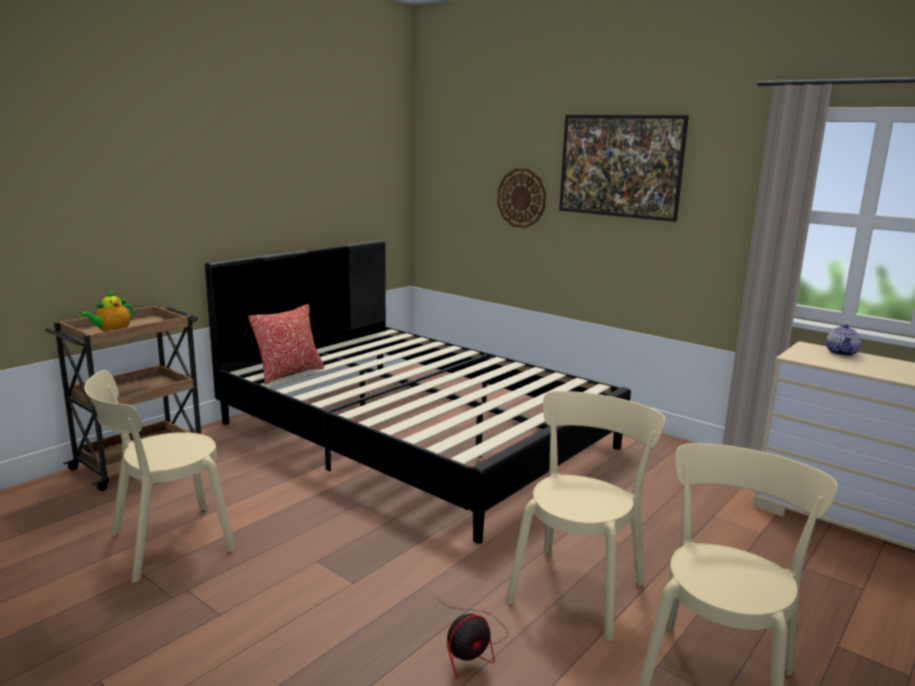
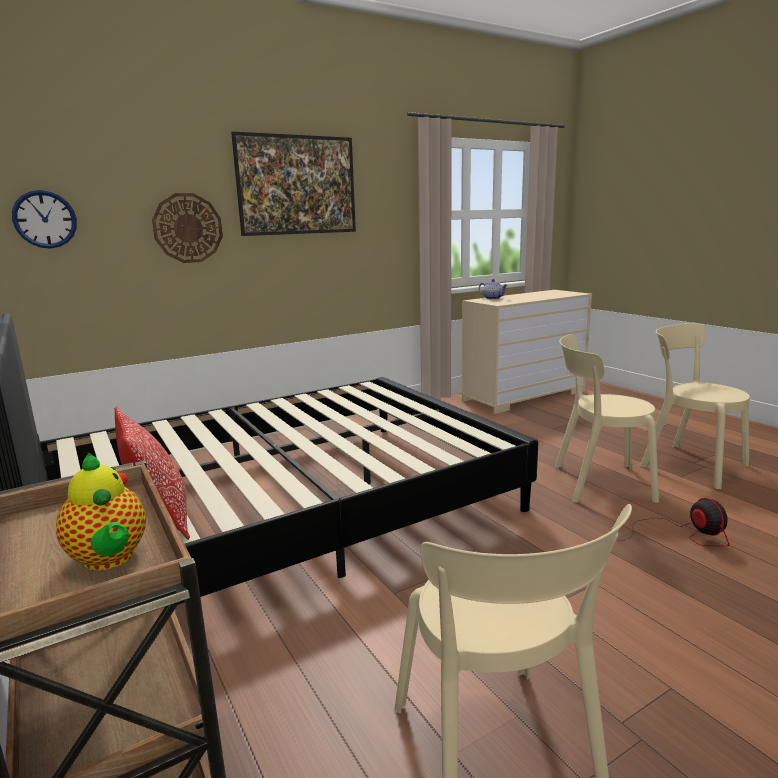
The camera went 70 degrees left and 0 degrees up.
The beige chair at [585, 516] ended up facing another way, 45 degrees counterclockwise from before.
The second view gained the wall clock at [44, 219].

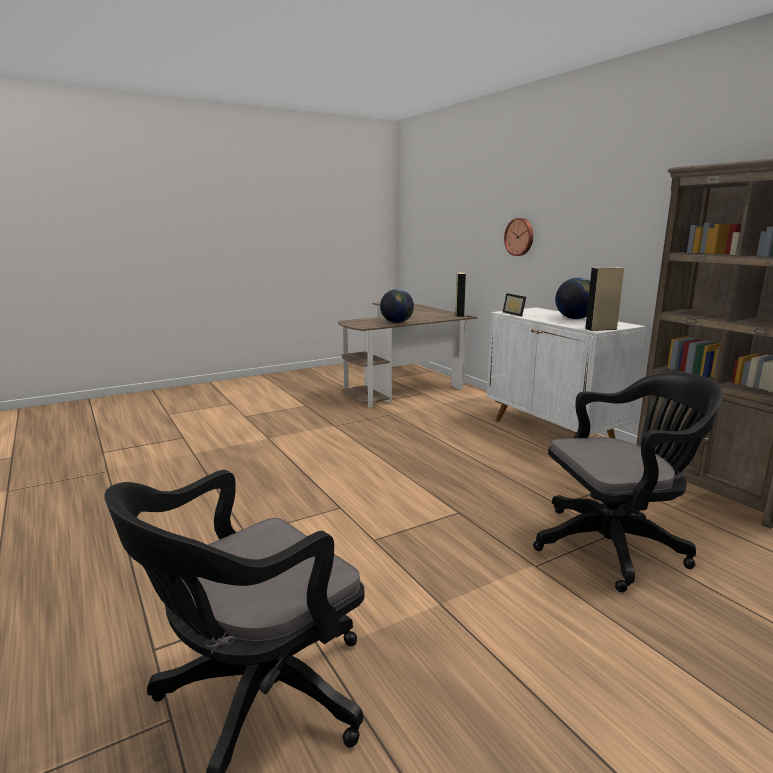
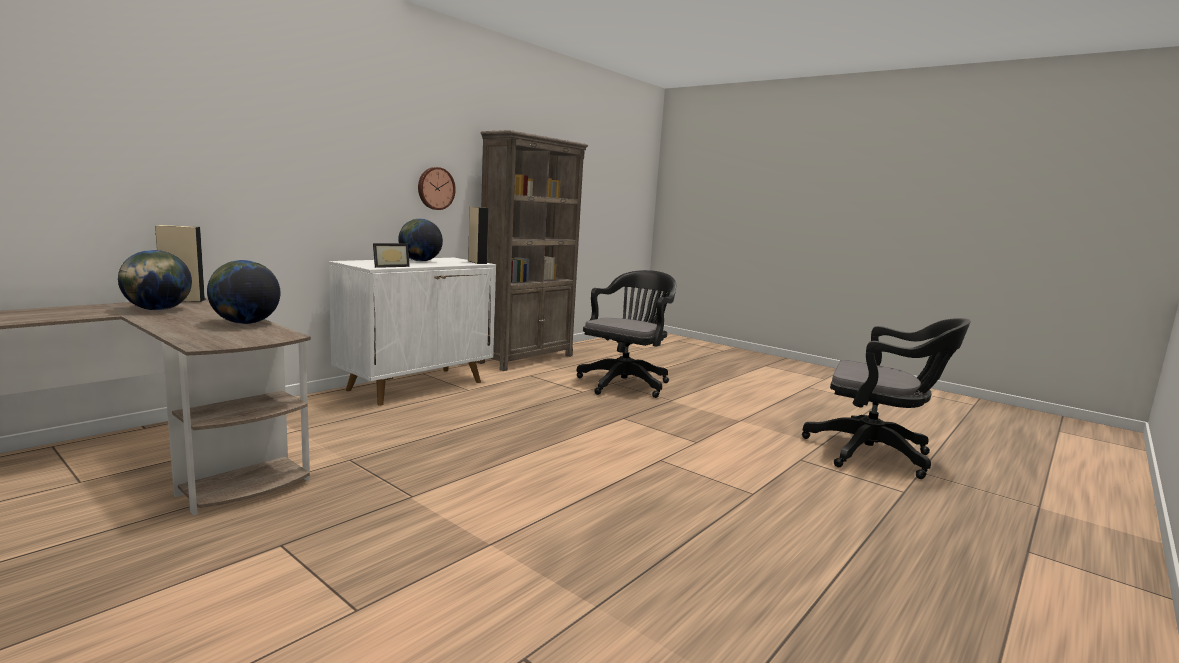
The camera went 110 degrees left and 5 degrees down.
The wall clock ended up elsewhere, having gone from [518, 237] to [437, 188].
The black office chair at [628, 482] ended up facing another way, 60 degrees clockwise from before.
The second view gained the globe at [155, 280].

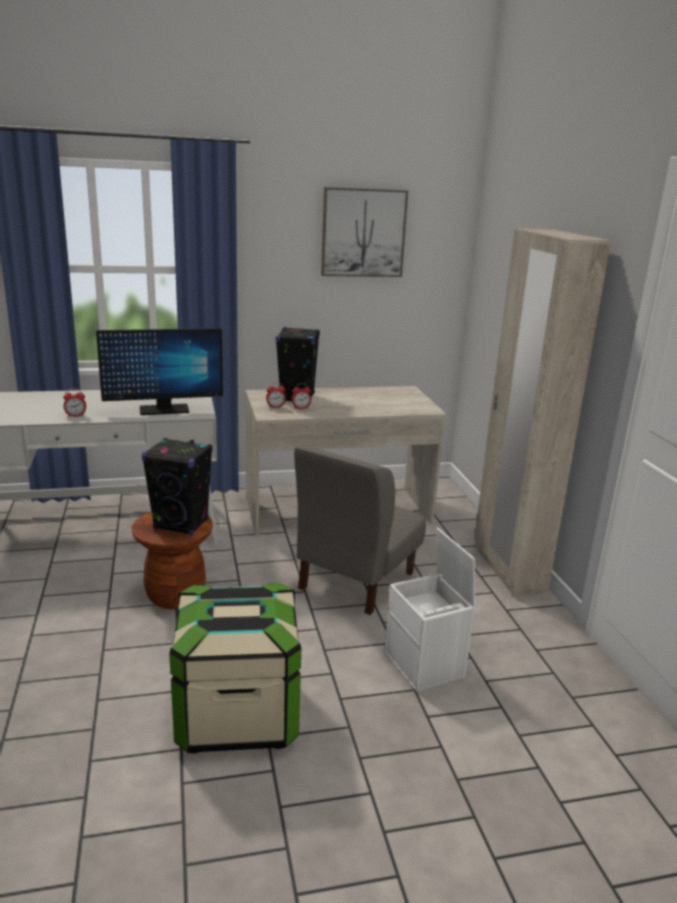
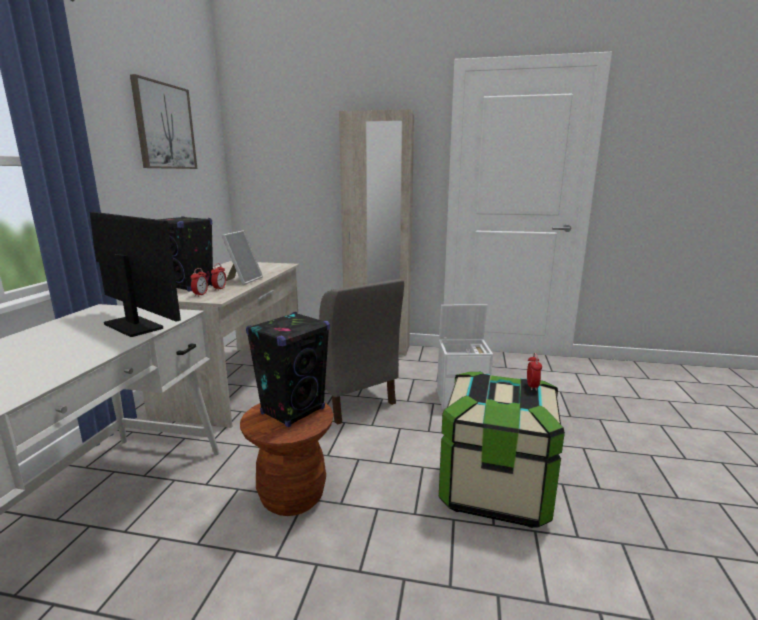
The camera went 65 degrees left and 5 degrees down.
The monitor at [159, 371] ended up facing another way, 60 degrees counterclockwise from before.
The alarm clock ended up elsewhere, having gone from [74, 403] to [534, 372].
The second view gained the picture frame at [242, 257].

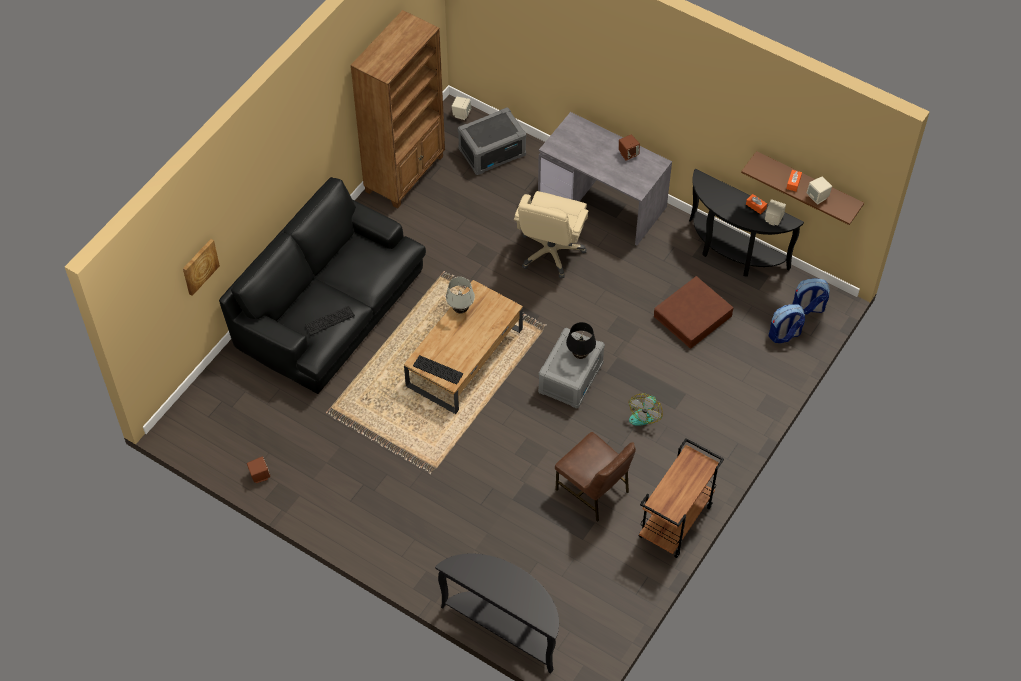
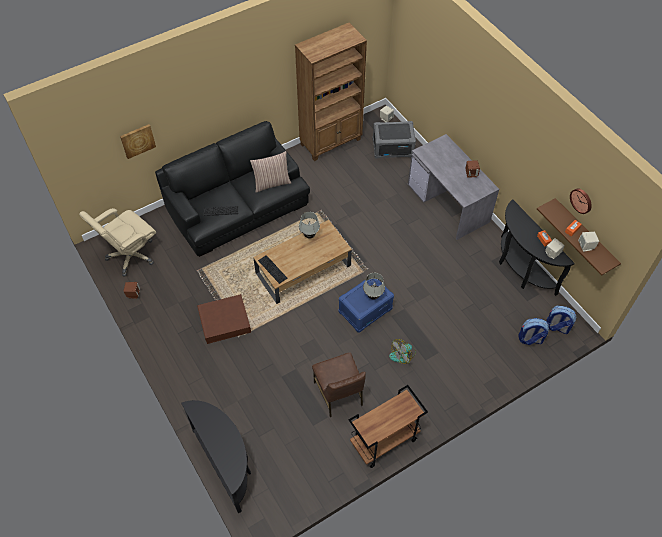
The camera went 25 degrees right and 0 degrees up.
The beige office chair ended up elsewhere, having gone from [551, 235] to [117, 242].
The brown storage box ended up elsewhere, having gone from [694, 312] to [224, 319].
What was the black table lamp at [581, 340] turned into the white table lamp at [374, 286].
What was the grey storage box at [571, 368] turned into the blue storage box at [366, 306].
The second view gained the pillow at [270, 172].
The second view gained the wall clock at [581, 201].

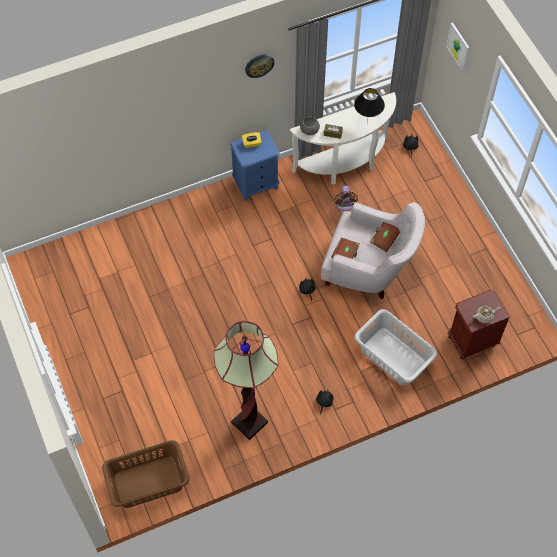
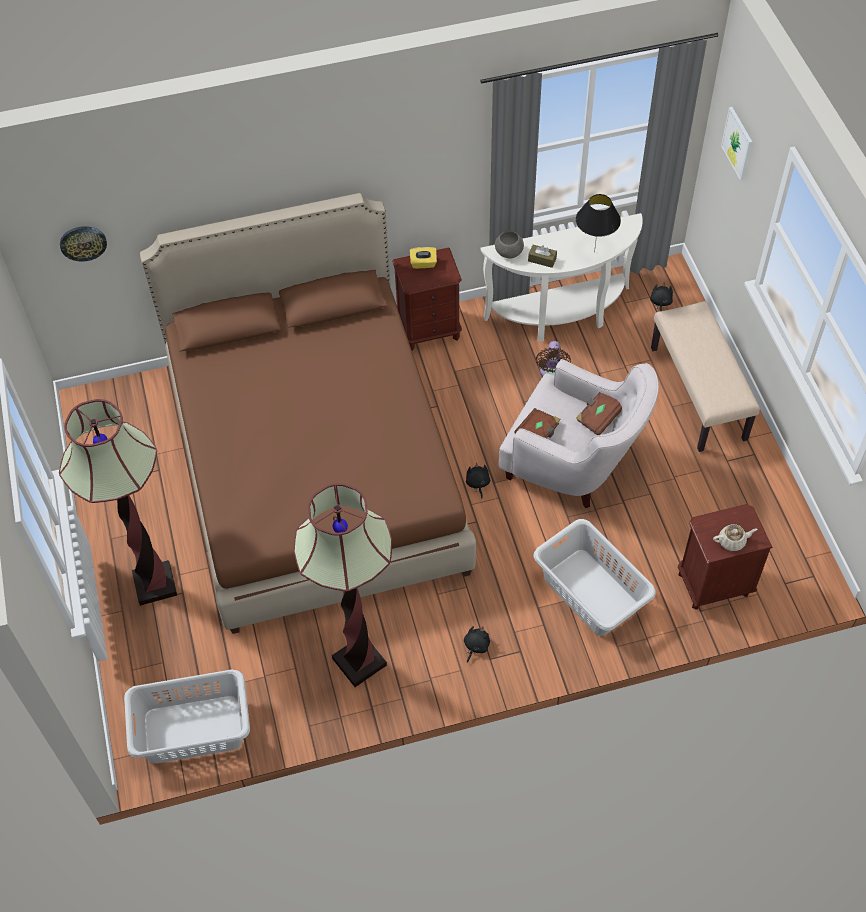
The camera went 10 degrees right and 5 degrees down.
The wall clock ended up elsewhere, having gone from [260, 66] to [83, 244].
What was the blue nightstand at [255, 165] turned into the brown nightstand at [427, 299].
What was the brown laundry basket at [146, 474] turned into the grey laundry basket at [187, 716].
The second view gained the brown bed at [308, 413].
The second view gained the beige bench at [705, 376].
The second view gained the floor lamp at [118, 502].

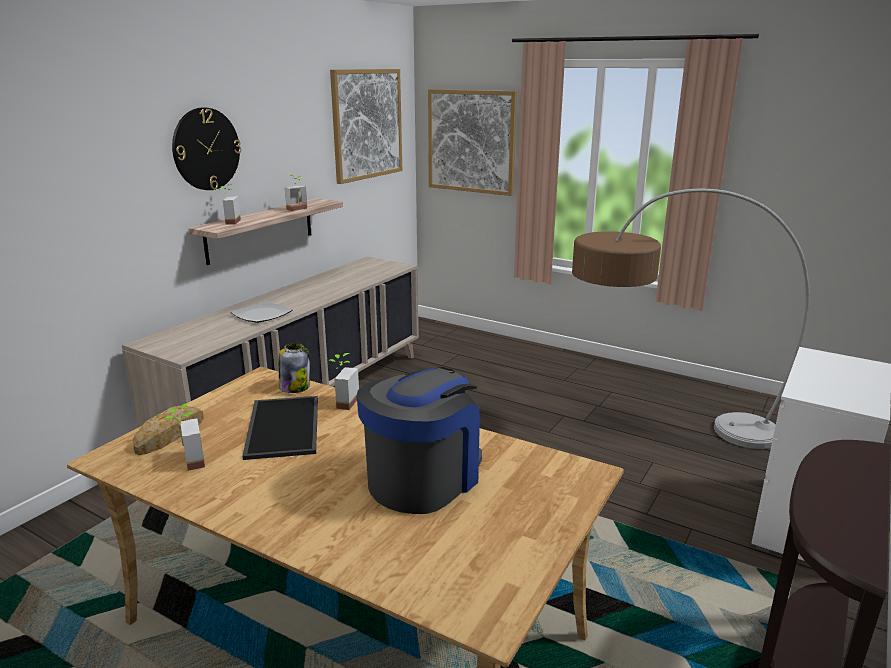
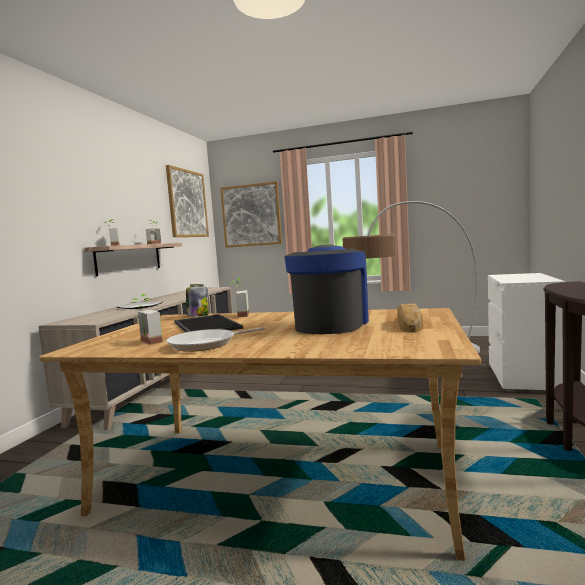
The camera went 15 degrees left and 15 degrees down.
The second view lost the wall clock at [206, 149].
The bread ended up elsewhere, having gone from [168, 430] to [410, 318].
The second view gained the frying pan at [215, 339].

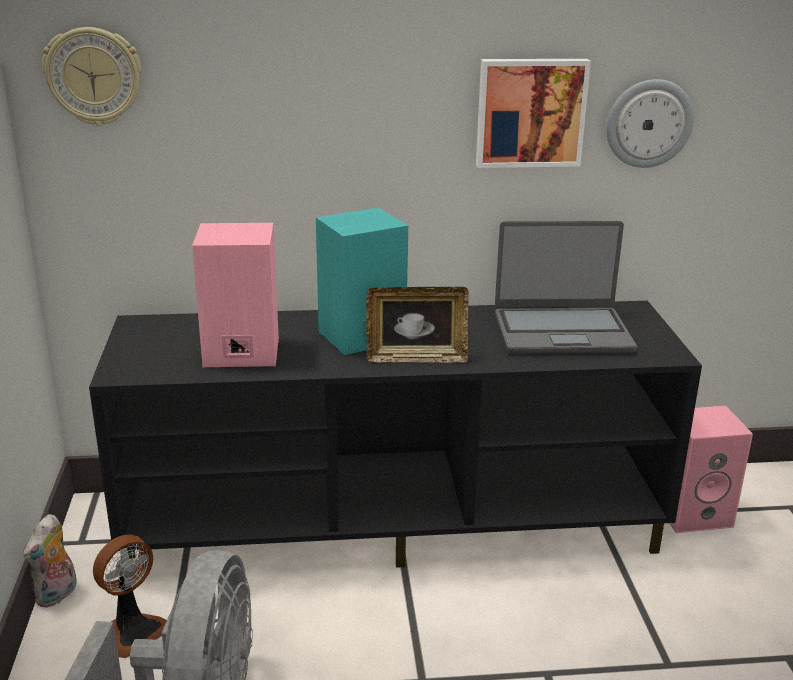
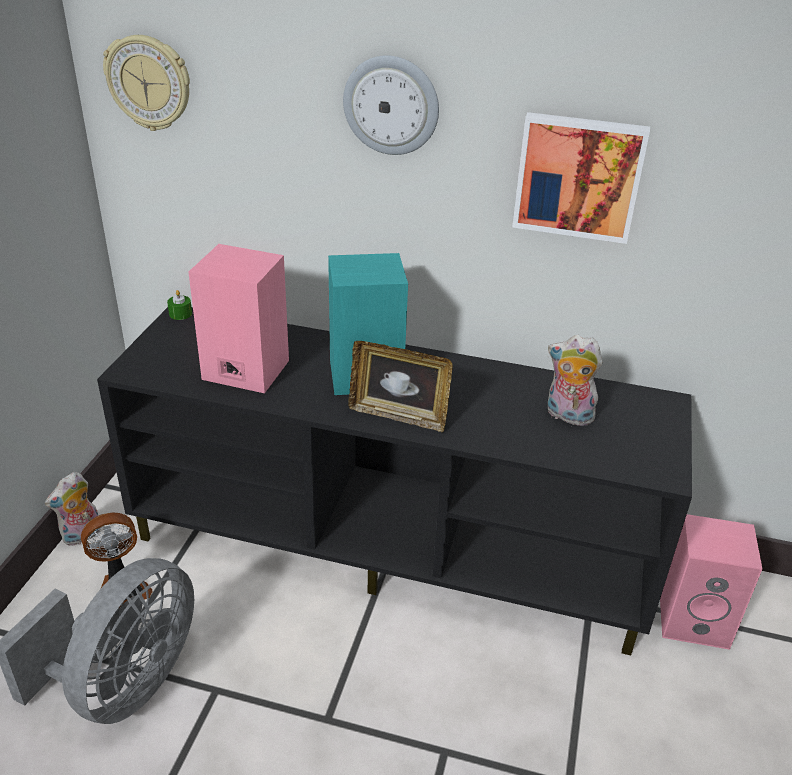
The camera went 20 degrees right and 10 degrees up.
The wall clock ended up elsewhere, having gone from [650, 123] to [391, 105].
Where the laptop stood at [566, 287], the plush toy came to stand at [575, 380].
The second view gained the green candle at [179, 305].

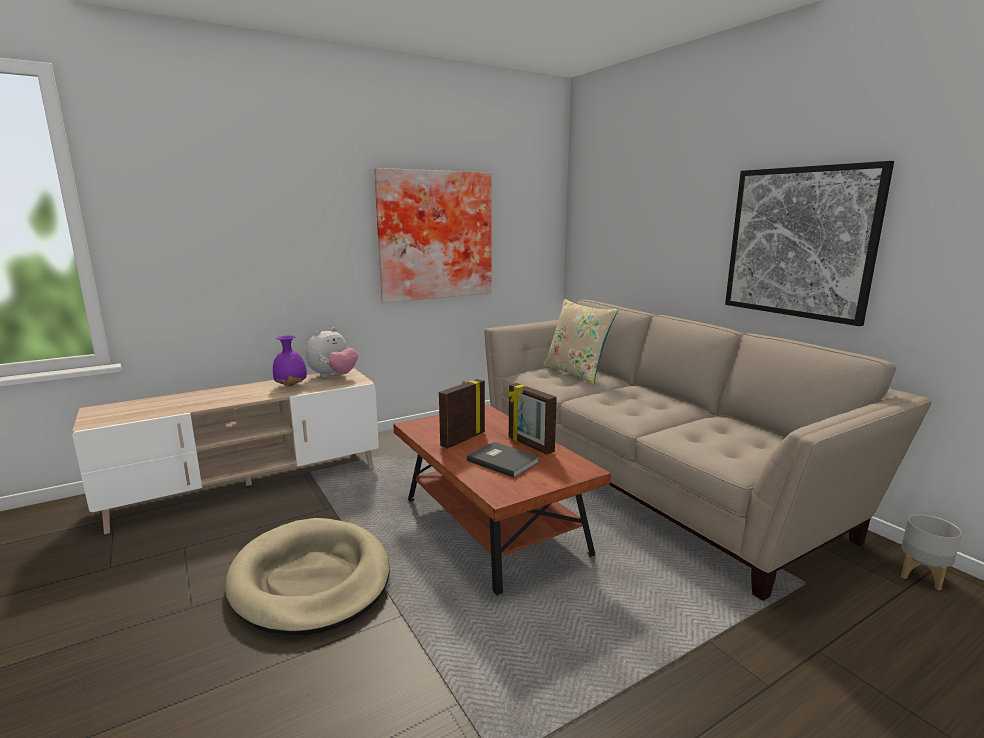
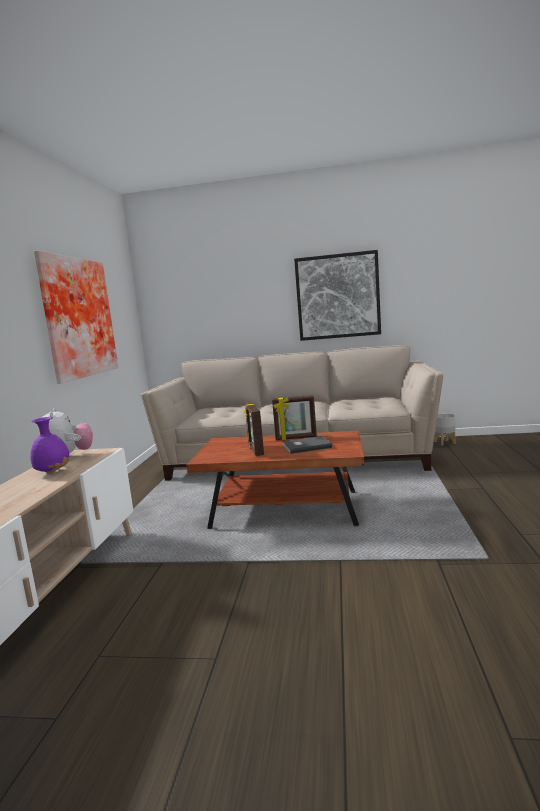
The camera went 50 degrees left and 5 degrees down.
The second view lost the beige pillow at [580, 342].
The second view lost the beige dog bed at [307, 576].

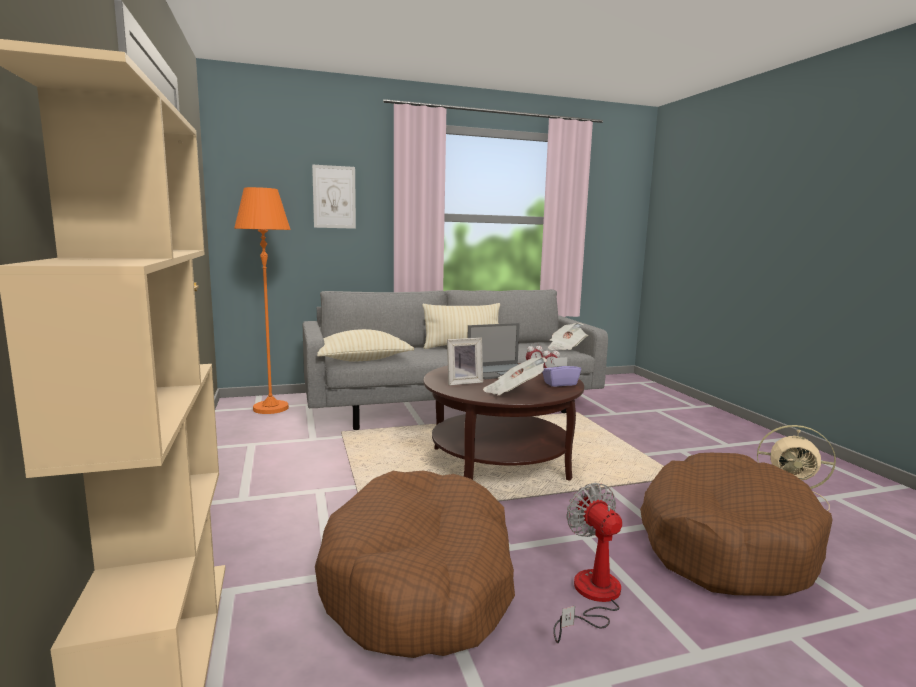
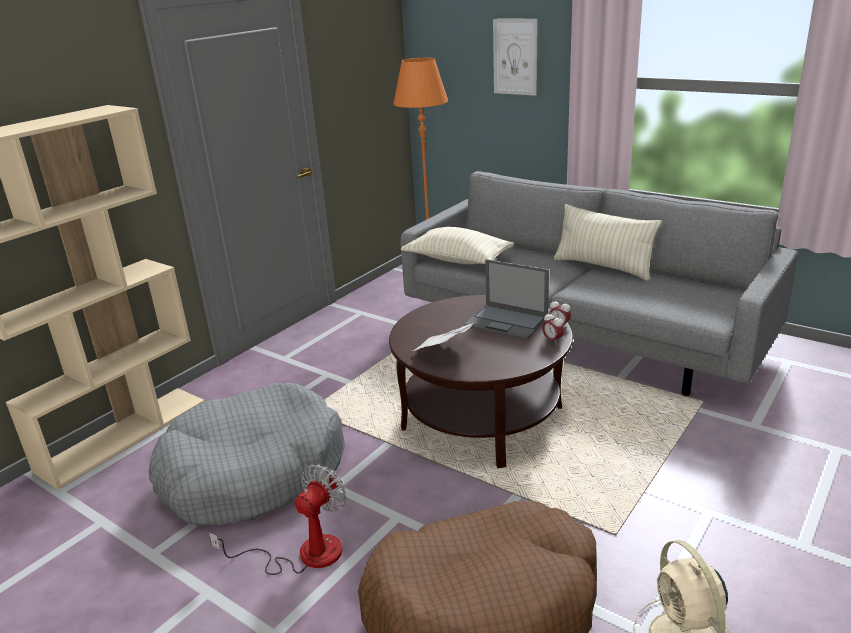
The camera went 55 degrees right and 15 degrees up.
The second view lost the newspaper at [568, 336].
The second view lost the picture frame at [465, 362].
The second view lost the purple tissue box at [561, 372].
What was the brown dog bed at [415, 564] turned into the grey dog bed at [247, 454].

